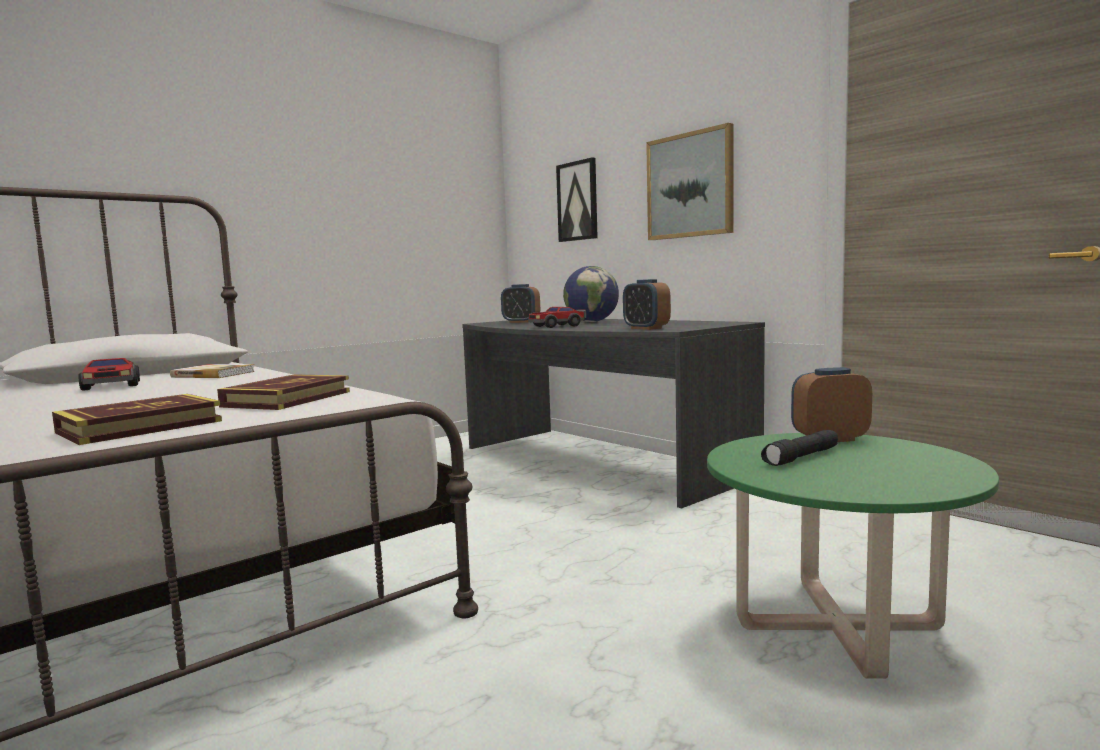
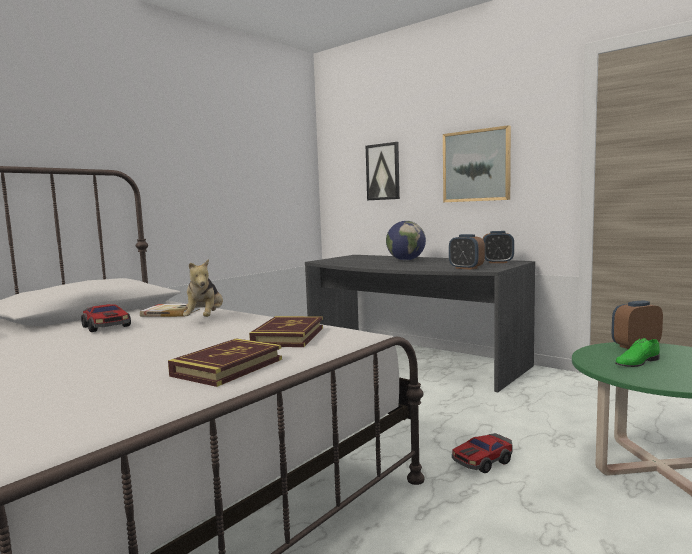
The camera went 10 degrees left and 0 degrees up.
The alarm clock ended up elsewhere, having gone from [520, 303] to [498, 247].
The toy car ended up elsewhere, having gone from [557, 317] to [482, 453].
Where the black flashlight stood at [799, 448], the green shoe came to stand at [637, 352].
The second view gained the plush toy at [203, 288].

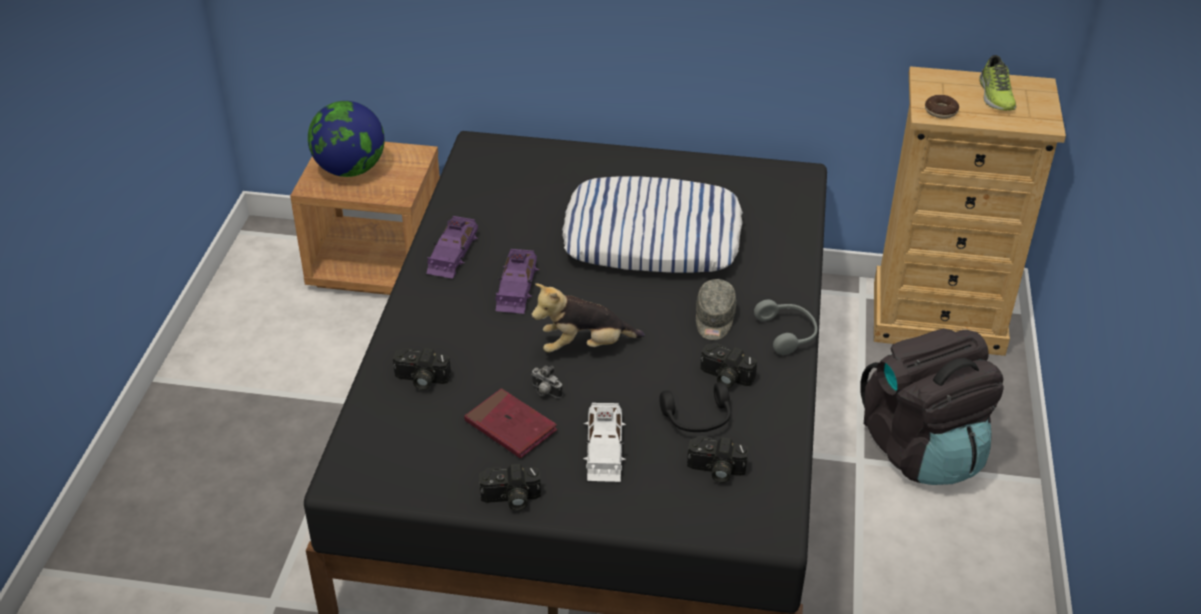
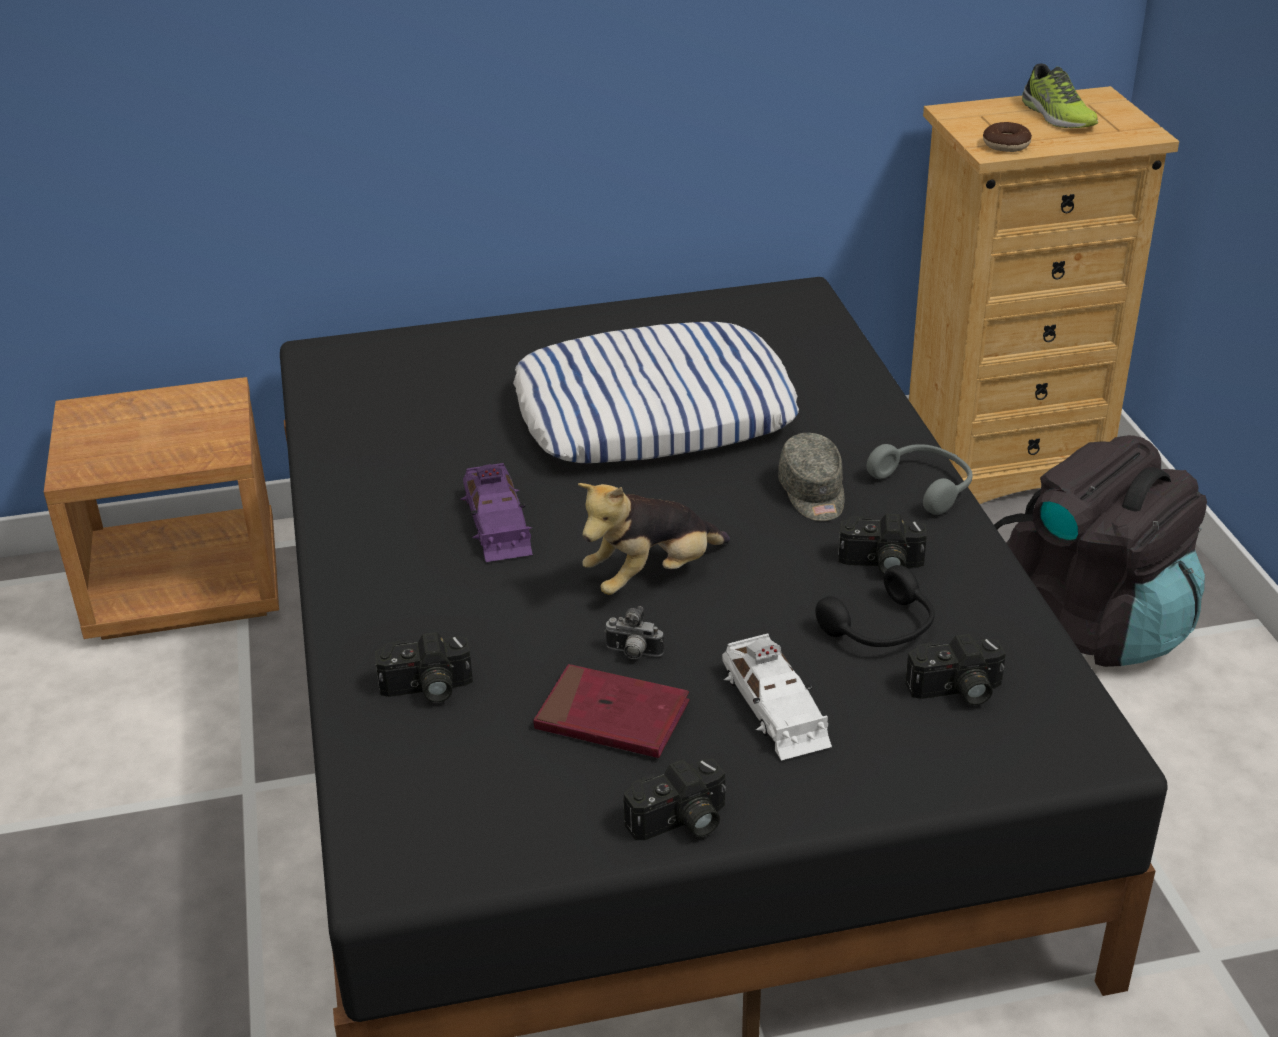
The camera went 20 degrees left and 5 degrees down.
The second view lost the globe at [346, 139].
The second view lost the purple toy car at [452, 247].

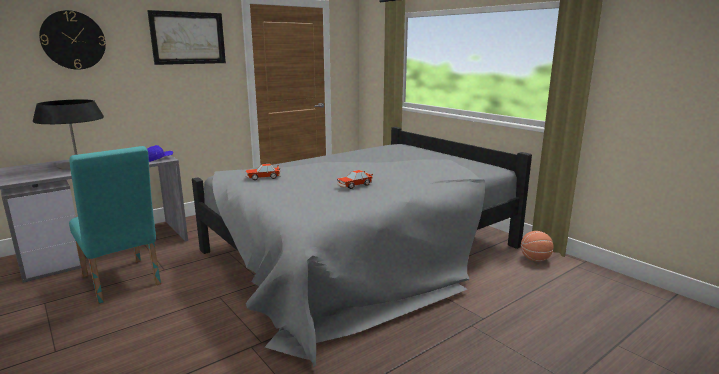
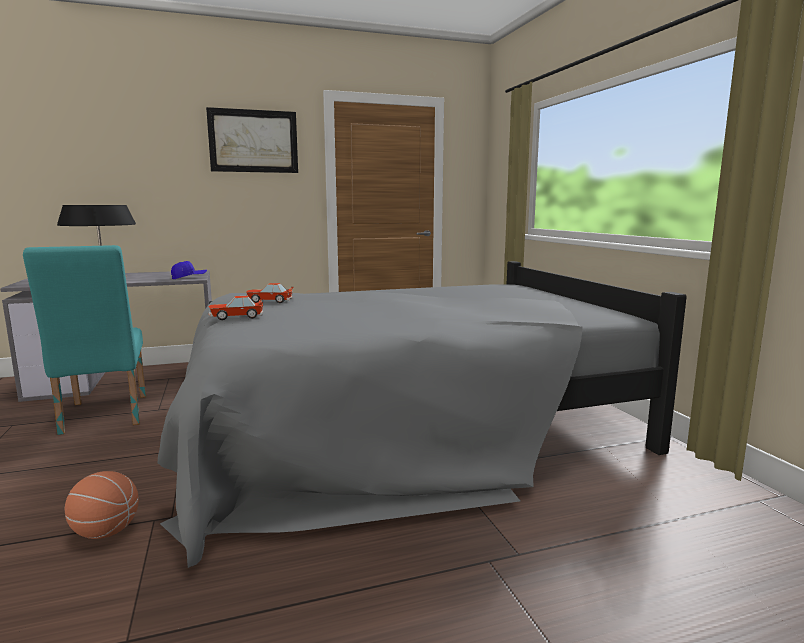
The camera went 20 degrees right and 5 degrees down.
The second view lost the wall clock at [72, 40].
The toy car ended up elsewhere, having gone from [355, 179] to [235, 308].
The basketball ended up elsewhere, having gone from [537, 246] to [102, 505].

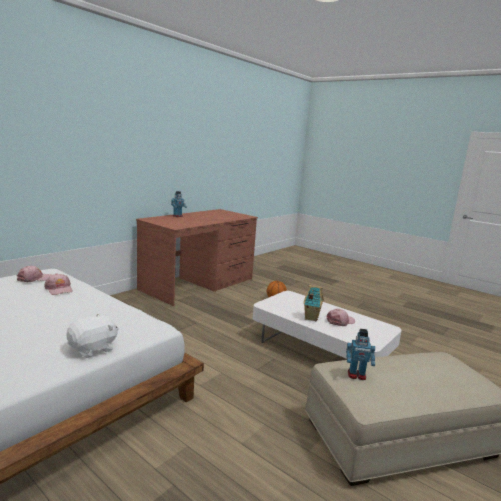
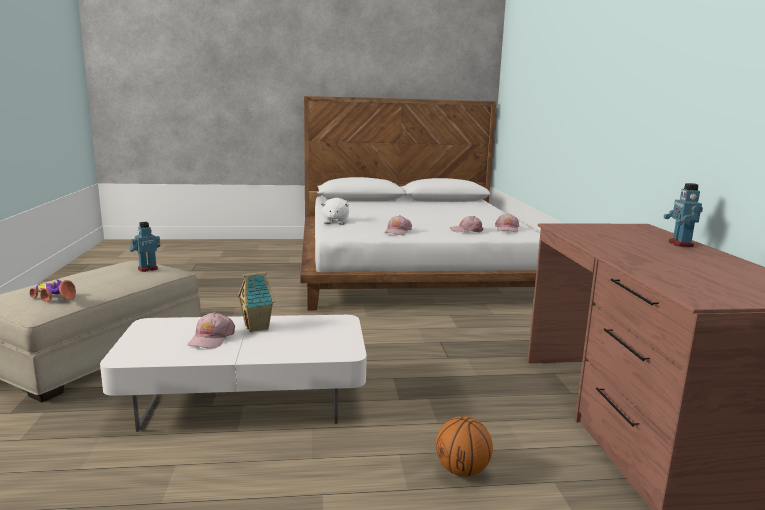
The camera went 135 degrees right and 0 degrees up.
The second view gained the pink cap at [398, 225].
The second view gained the toy car at [53, 290].

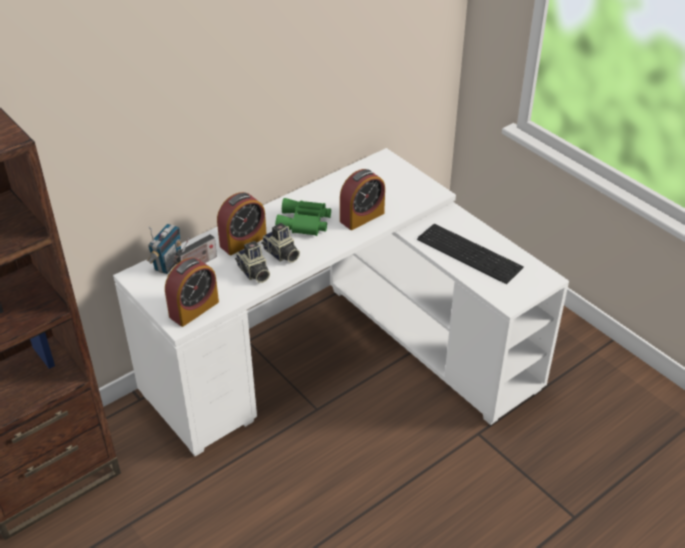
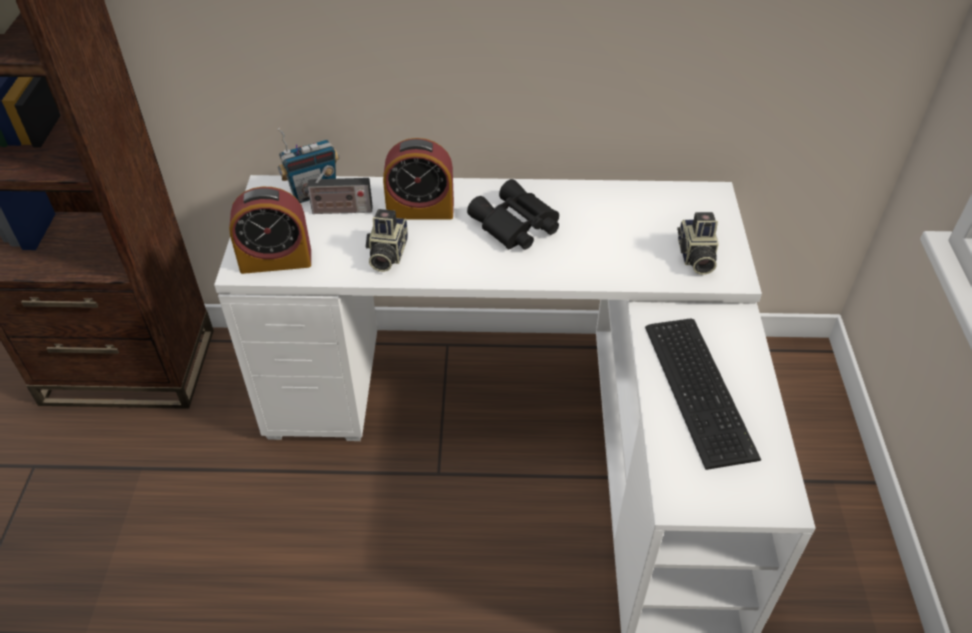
The camera went 40 degrees right and 5 degrees up.
The second view lost the alarm clock at [362, 199].
What was the green binoculars at [303, 217] turned into the black binoculars at [513, 214].
The photo camera ended up elsewhere, having gone from [280, 243] to [698, 243].

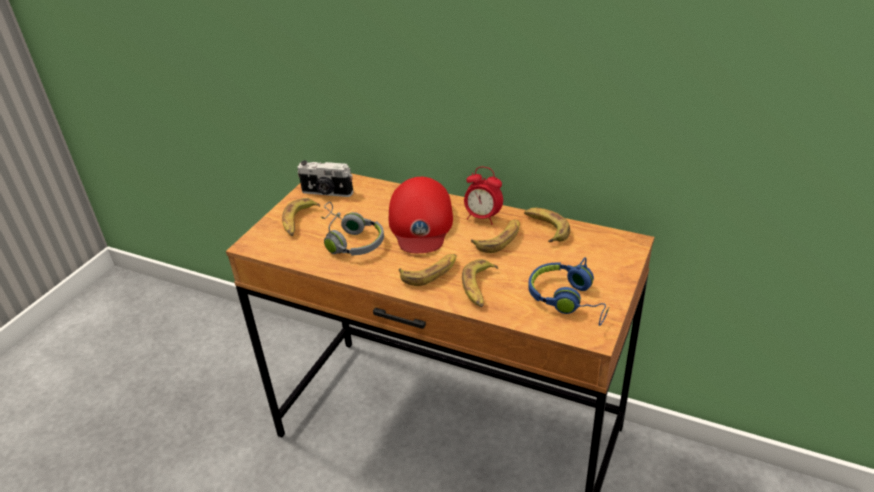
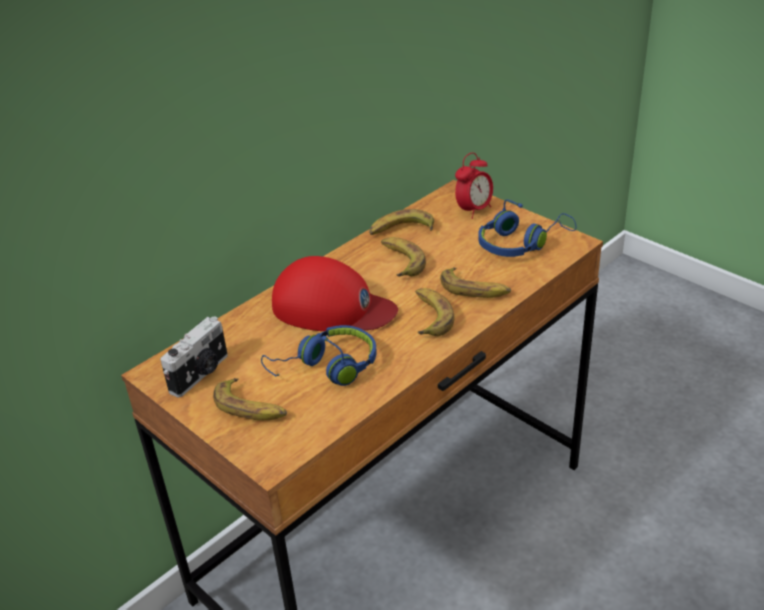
The camera went 70 degrees left and 0 degrees up.
The alarm clock ended up elsewhere, having gone from [483, 196] to [474, 185].
What was the grey headphones at [352, 228] turned into the blue headphones at [319, 355].

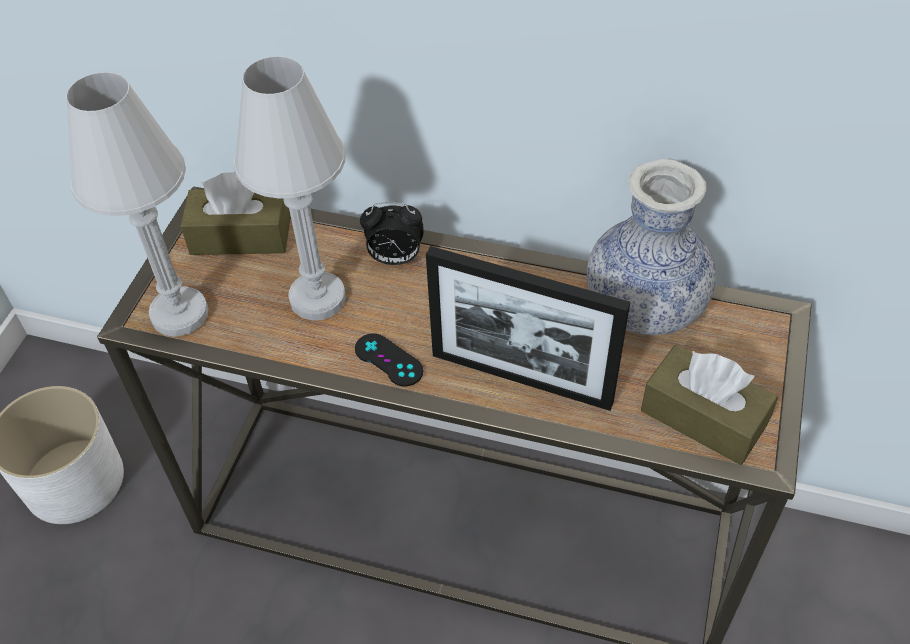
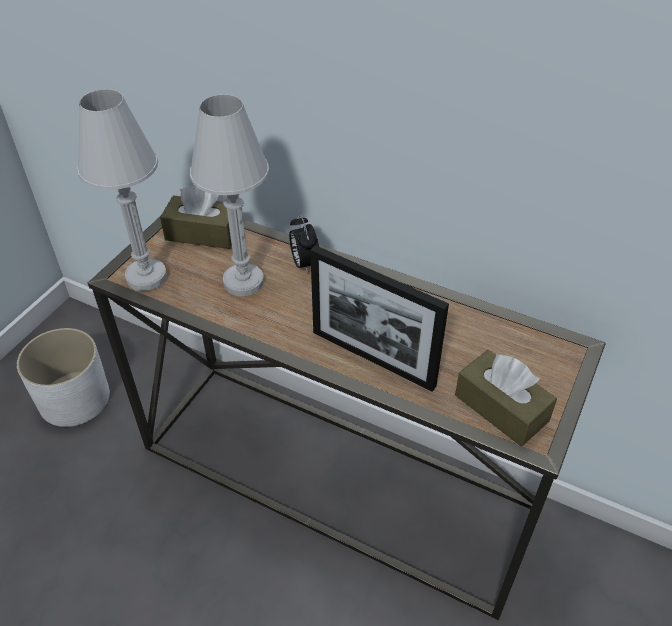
The camera went 10 degrees right and 5 degrees down.
The second view lost the vase at [651, 247].
The alarm clock at [392, 233] ended up facing another way, 60 degrees clockwise from before.
The second view lost the black game controller at [389, 360].

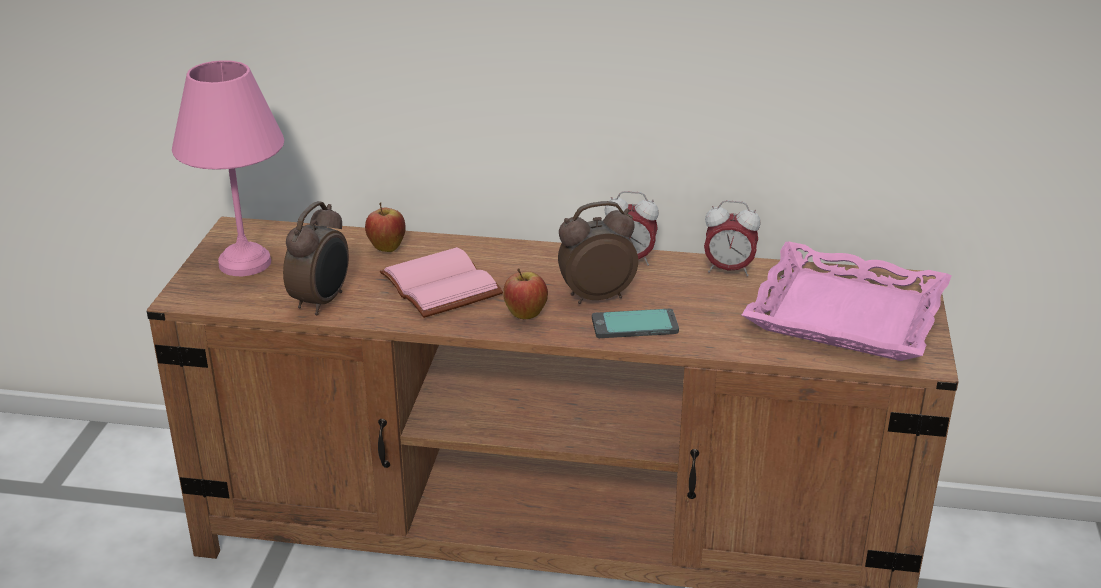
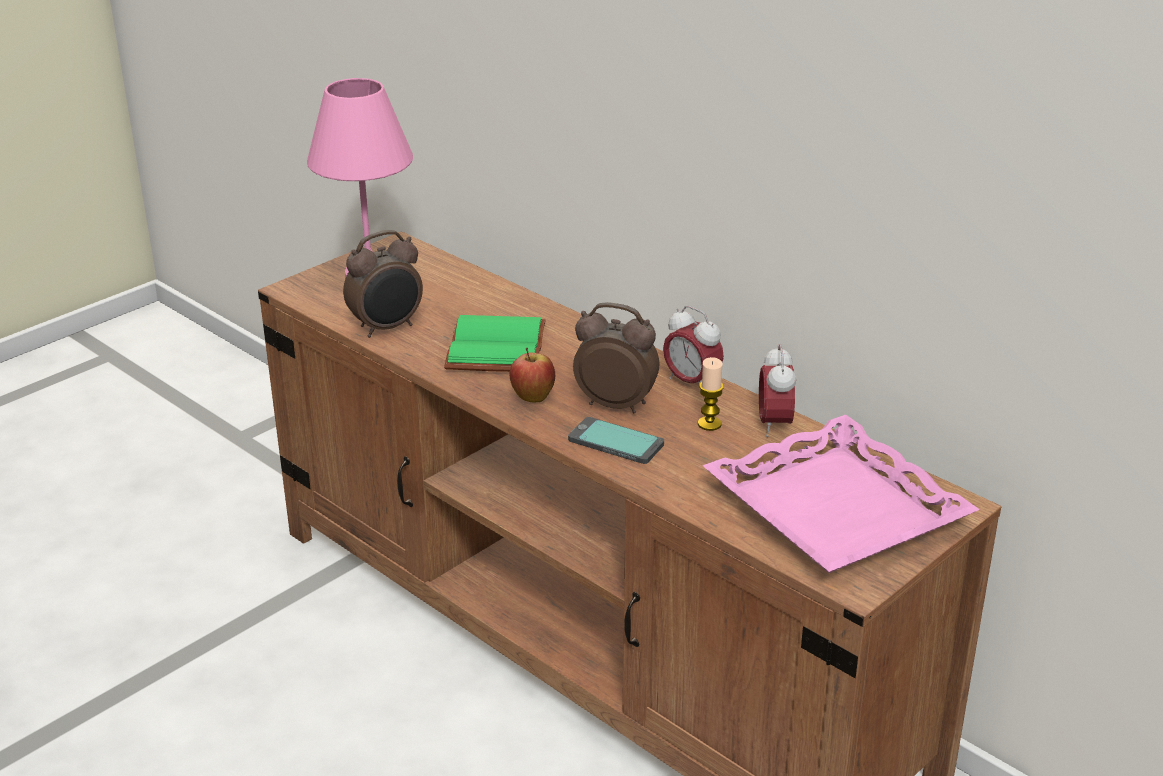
The camera went 35 degrees right and 0 degrees up.
The alarm clock at [732, 238] ended up facing another way, 45 degrees clockwise from before.
The second view lost the apple at [385, 227].
What was the pink book at [441, 282] turned into the green book at [495, 343].
The second view gained the candle at [711, 394].

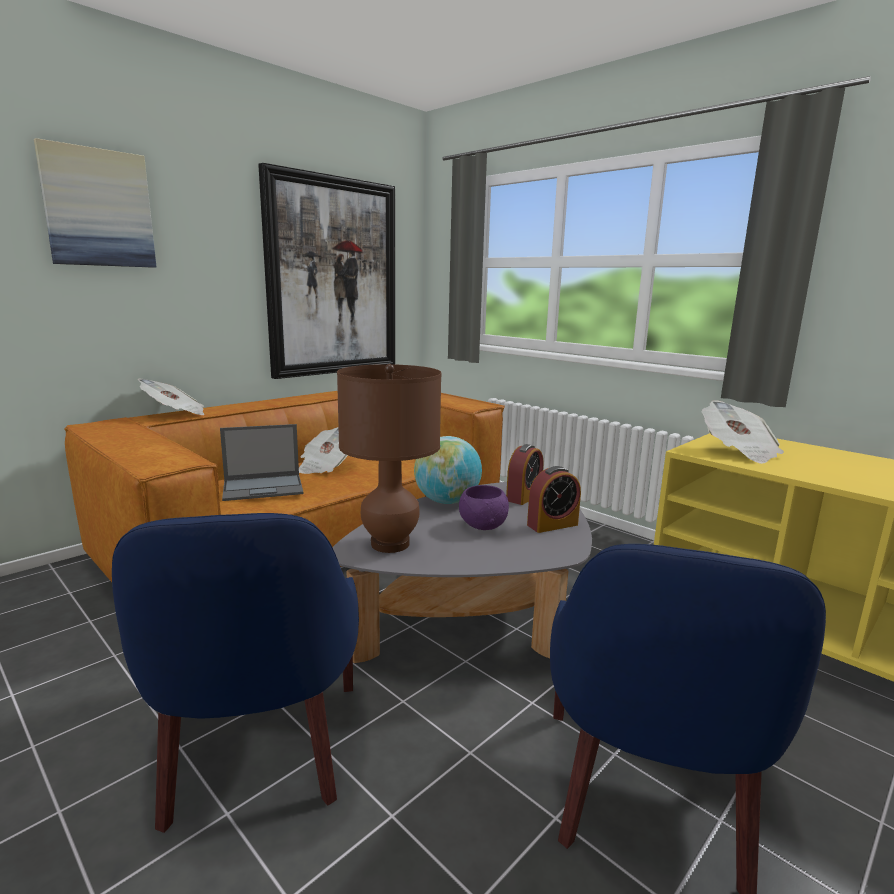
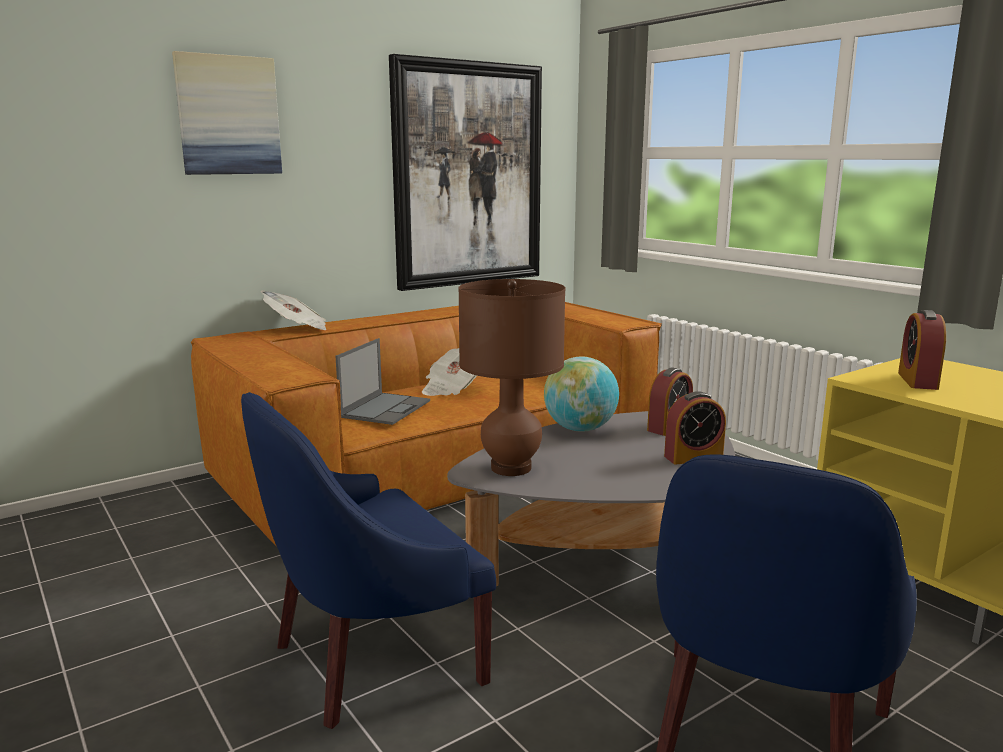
The camera went 10 degrees right and 0 degrees up.
Where the newspaper stood at [743, 432], the alarm clock came to stand at [922, 350].
The laptop at [261, 462] ended up facing another way, 60 degrees counterclockwise from before.
The second view lost the purple bowl at [484, 507].
The blue armchair at [235, 673] ended up facing another way, 60 degrees clockwise from before.

